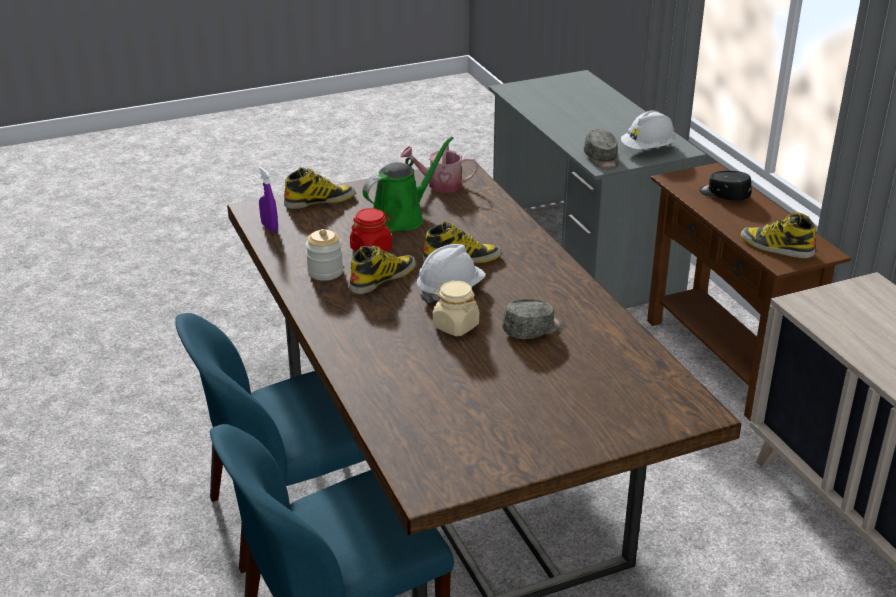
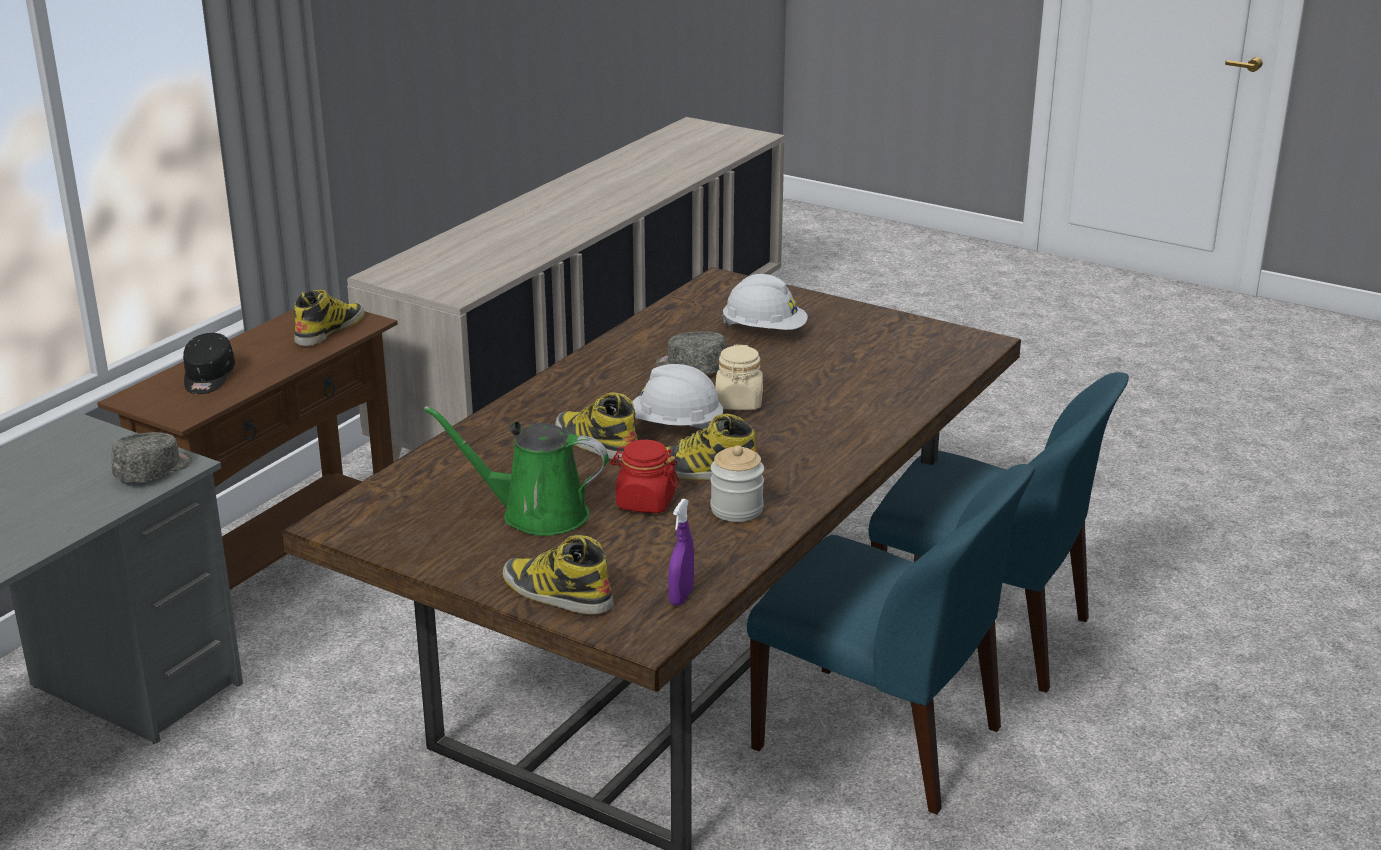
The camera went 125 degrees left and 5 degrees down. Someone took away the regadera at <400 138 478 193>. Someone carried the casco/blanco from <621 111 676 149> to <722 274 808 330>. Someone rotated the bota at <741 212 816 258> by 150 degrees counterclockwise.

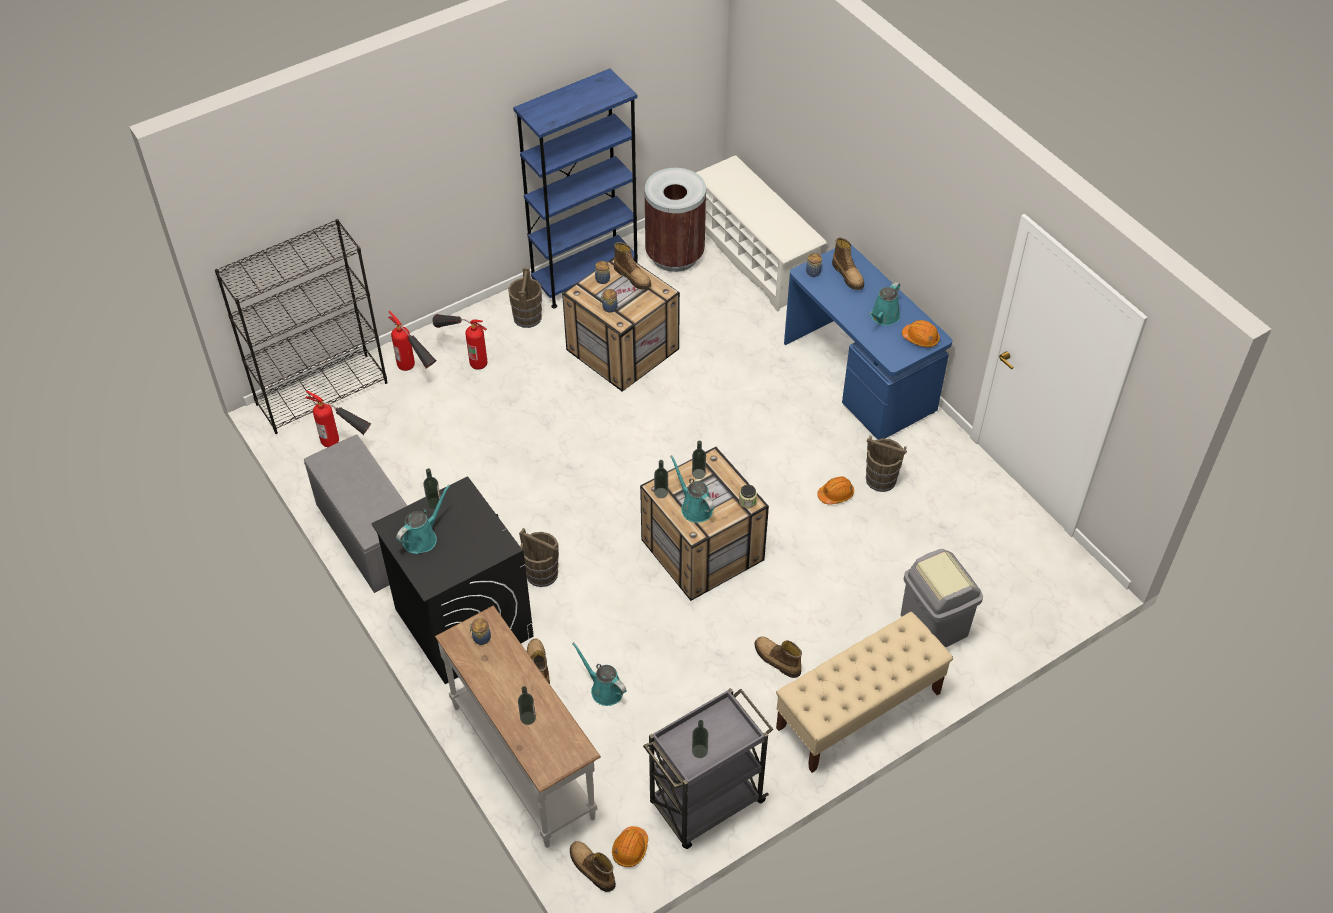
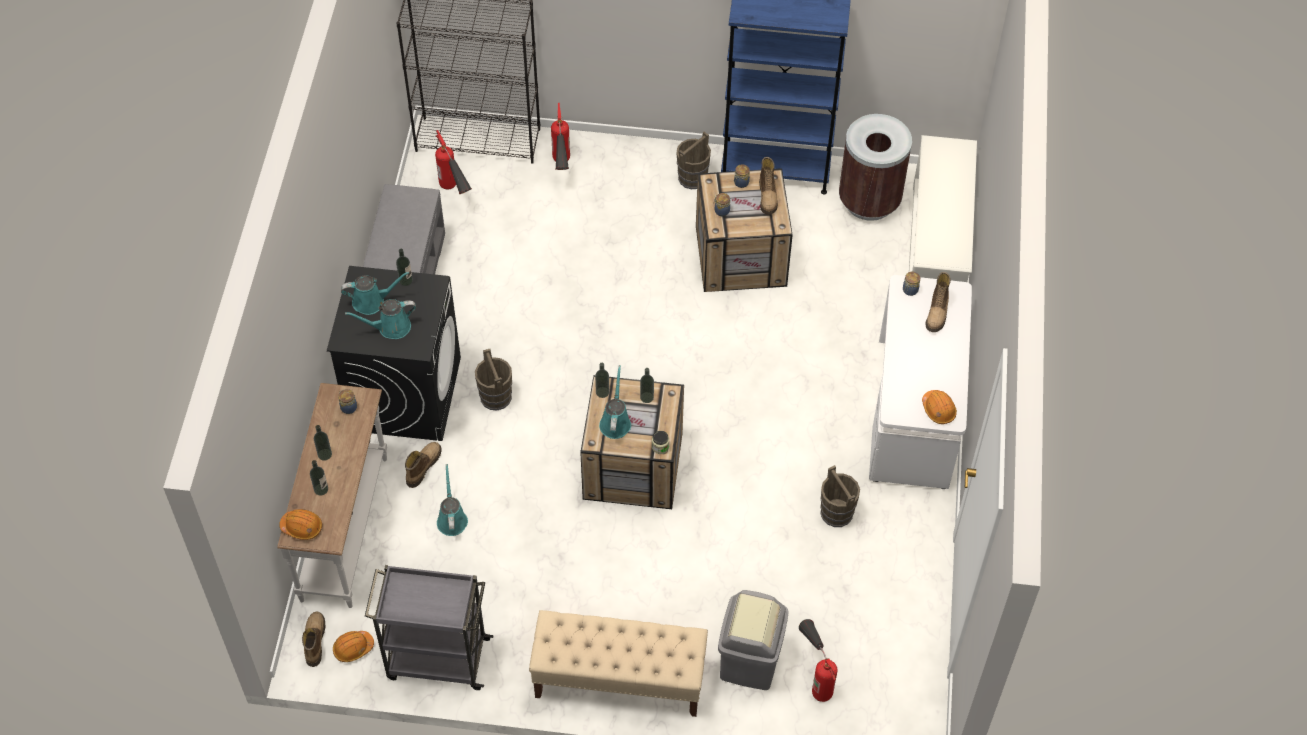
The camera went 40 degrees right and 5 degrees up. Someone carried the extintor from <432 314 487 369> to <799 619 838 702>. Someone carried the botella from <692 720 708 758> to <314 425 332 461>. Someone took away the bota at <754 636 802 678>. Someone repainted the escritorio/azul at <784 245 952 439>, which became the escritorio/blanco at <869 275 972 489>. Someone carried the casco/naranja from <817 476 854 505> to <279 509 322 540>. Someone carried the regadera/turquesa from <868 282 900 326> to <345 299 416 339>.

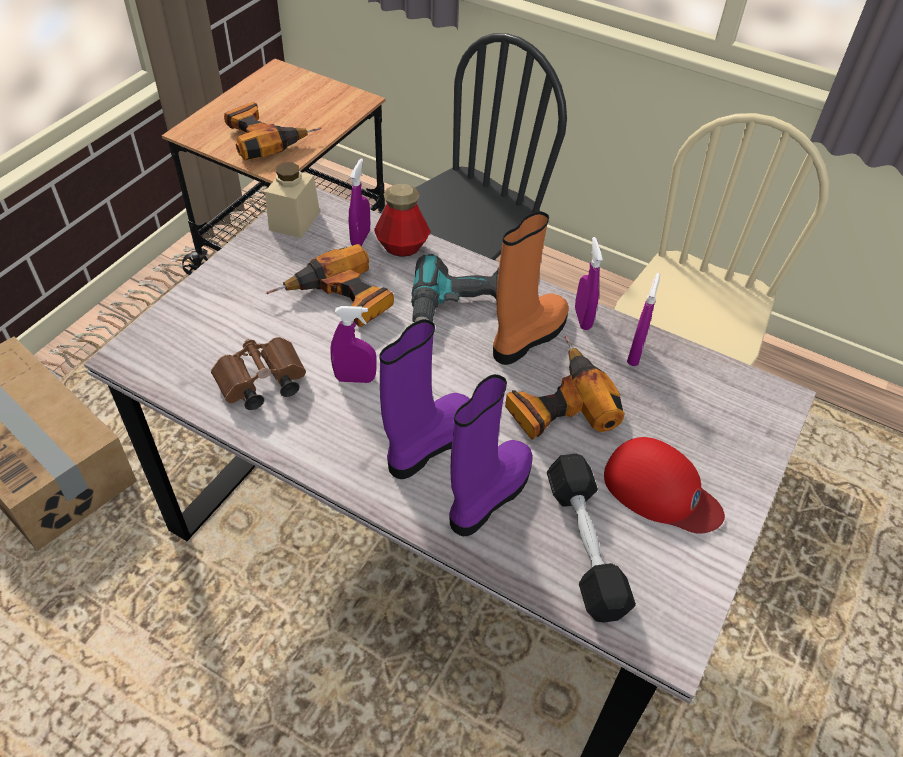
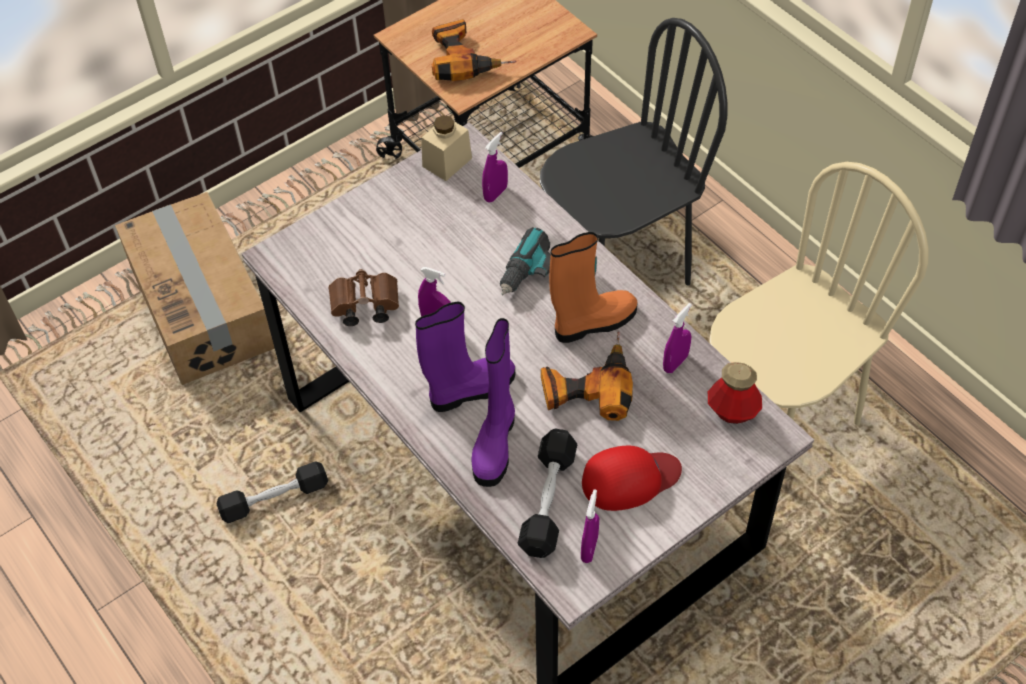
The camera went 25 degrees right and 5 degrees up. Someone took away the taladro at <266 244 394 327>. Someone carried the botella from <374 184 431 257> to <708 362 762 424>. Someone rotated the bota/morado at <449 374 533 536> by 135 degrees clockwise. Someone carried the pulverizador/morado from <575 237 603 330> to <581 489 599 563>. Someone rotated the gorra/rojo at <604 437 725 534> by 75 degrees counterclockwise. Someone put down the mancuerna/negro at <217 461 328 523>.

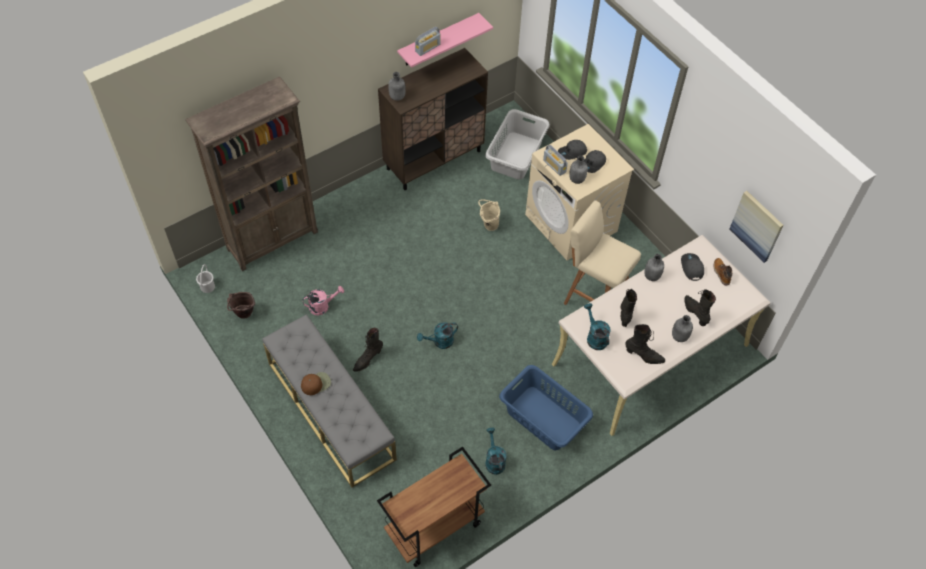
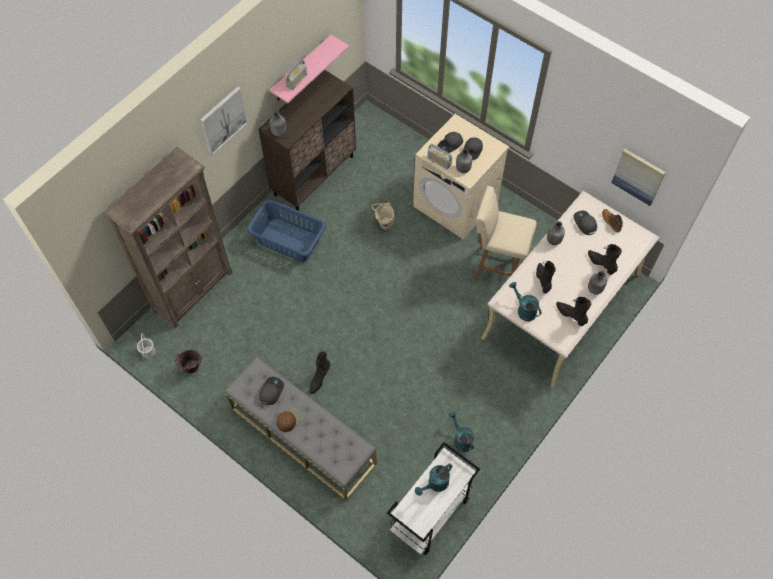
The camera went 15 degrees left and 5 degrees up. Someone took away the regadera/rosa at <302 286 344 315>. Someone repainted the carrito/marrón at <377 447 491 567>, which became the carrito/blanco at <387 442 480 555>. Someone carried the regadera/turquesa from <417 322 458 349> to <415 463 453 496>. Someone took away the cesto de la ropa/gris at <485 109 550 180>. Someone carried the cesto de la ropa/azul from <499 365 593 450> to <247 200 326 262>. Someone rotated the bota/negro at <625 324 665 364> by 135 degrees counterclockwise. Someone put up the cuadro at <200 86 248 155>. Someone put down the gorra/gris at <259 377 284 405>.

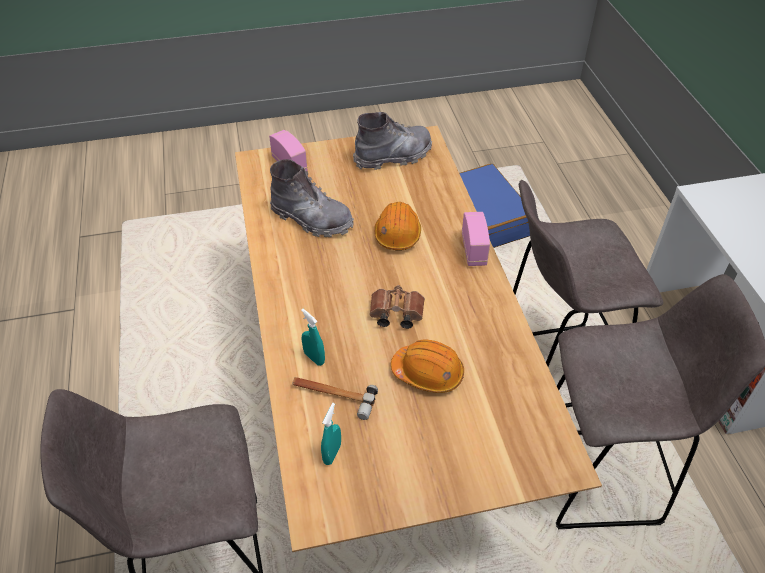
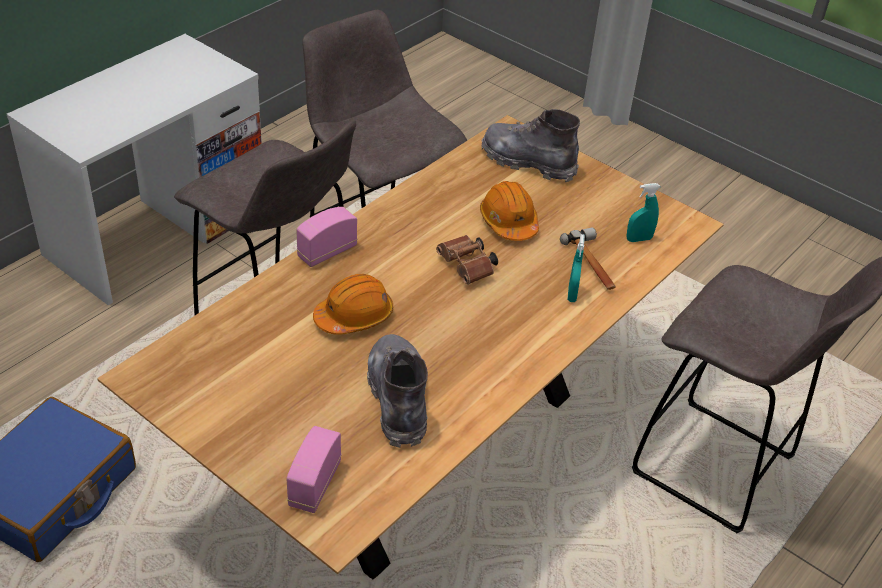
The camera went 130 degrees left and 5 degrees down. Someone carried the bota/gris from <353 112 432 170> to <481 109 580 182>.

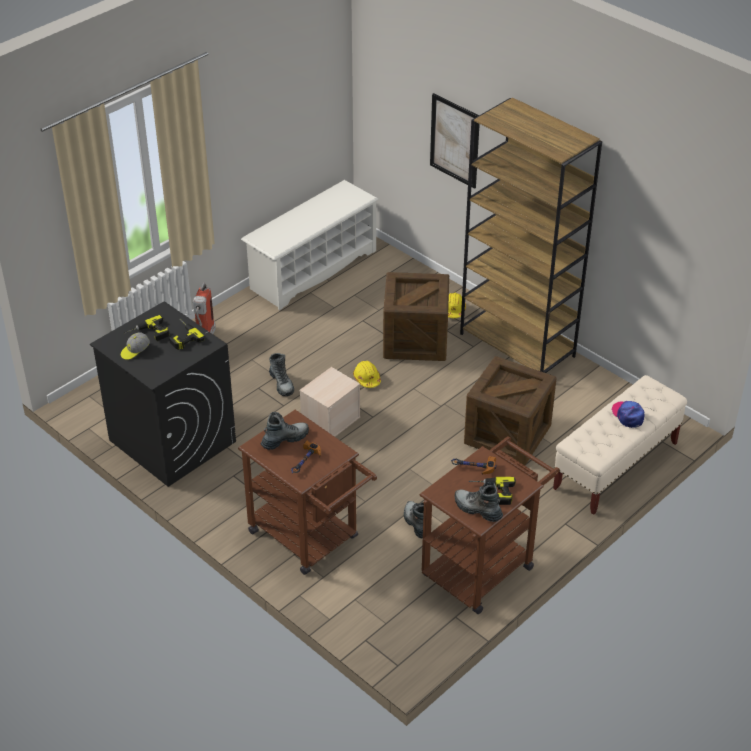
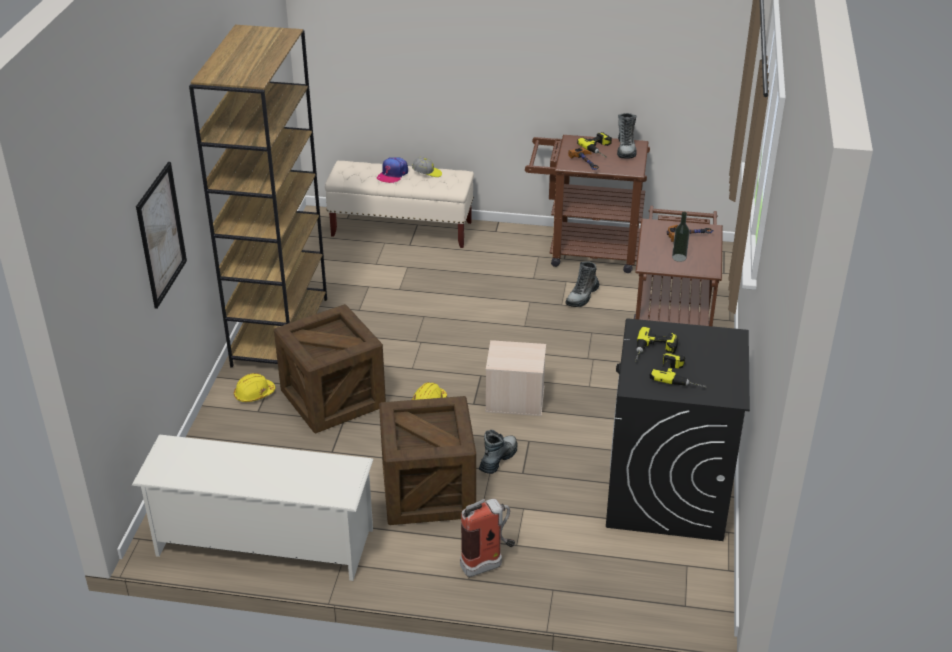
The camera went 125 degrees left and 5 degrees down. Someone carried the gorra from <121 332 150 360> to <412 157 442 177>. Someone swapped the bota at <260 412 309 450> for the botella at <672 212 690 262>. Someone carried the caja de embalaje from <464 356 557 465> to <379 396 476 525>.

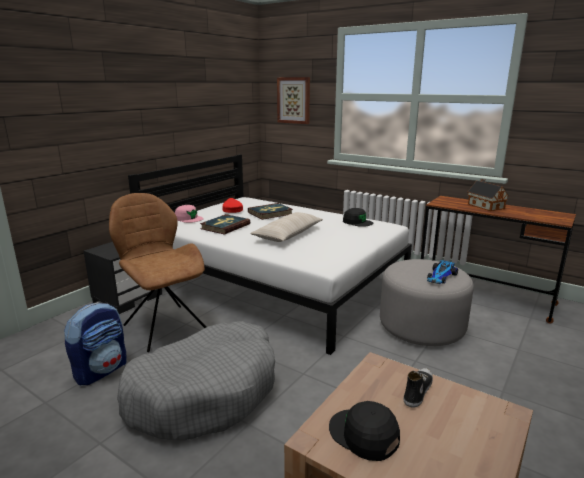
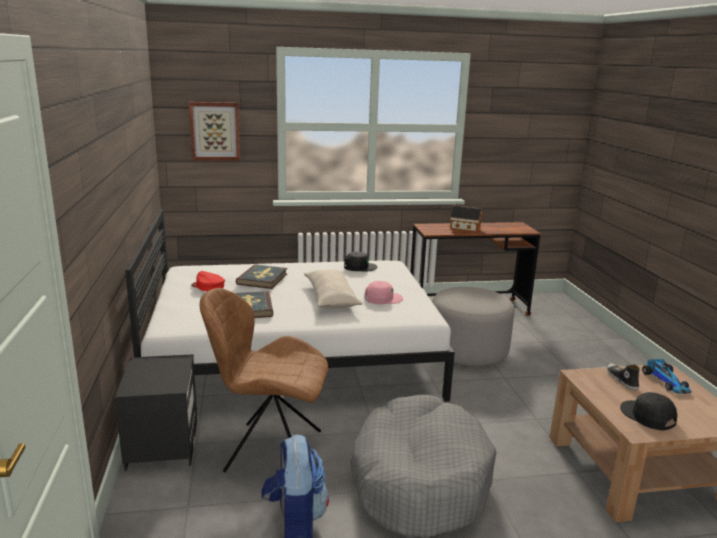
The camera went 45 degrees left and 0 degrees up. Someone carried the gorra/rosa from <175 205 204 223> to <365 281 403 304>. Someone rotated the gorra/negro at <329 401 400 461> by 60 degrees clockwise. Someone carried the coche de juguete from <427 260 458 284> to <642 359 692 394>.

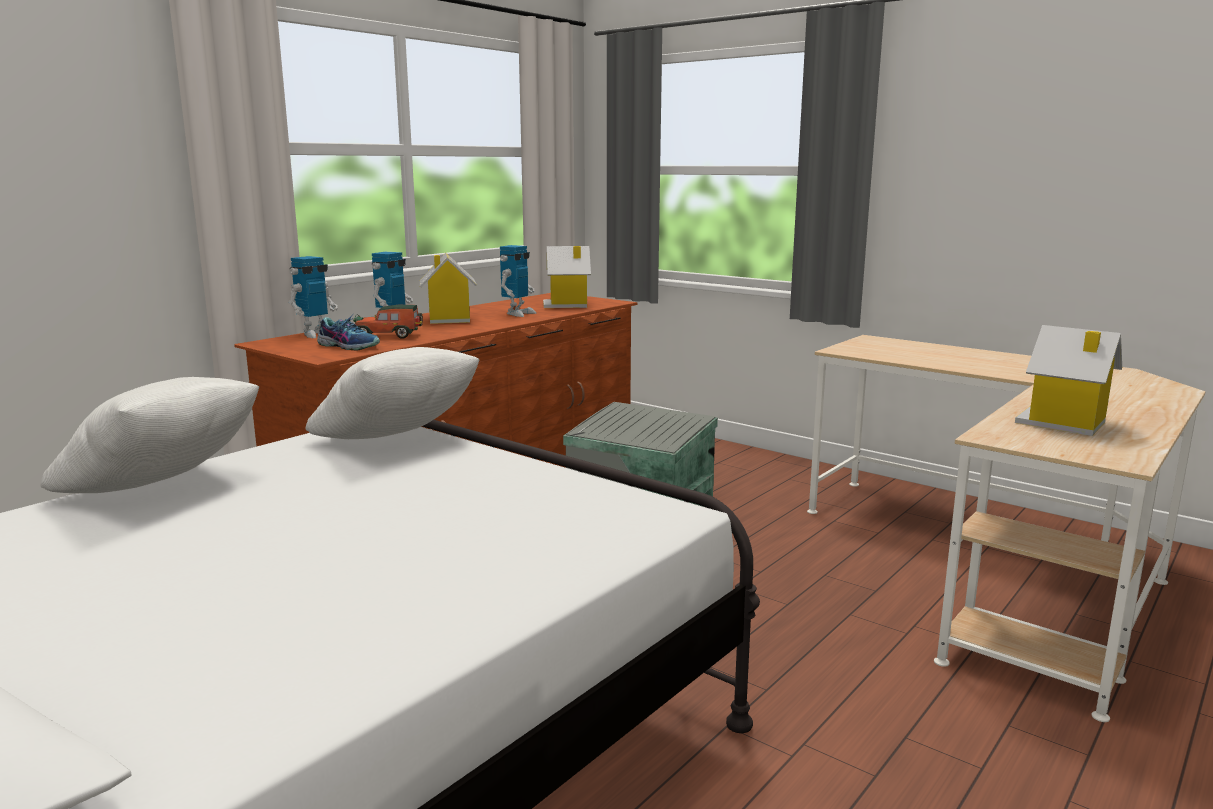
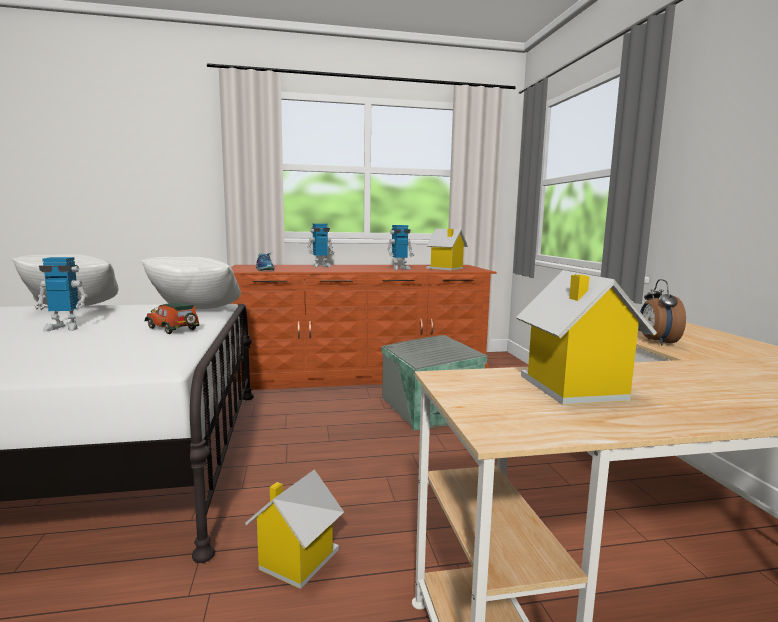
The camera went 40 degrees right and 5 degrees down. Someone carried the robot de juguete from <289 256 338 338> to <35 257 88 332>. Someone carried the coche de juguete from <353 305 423 338> to <145 303 199 334>. Someone carried the casita from <420 253 477 324> to <245 469 344 589>. Someone put down the despertador at <640 279 686 345>.

